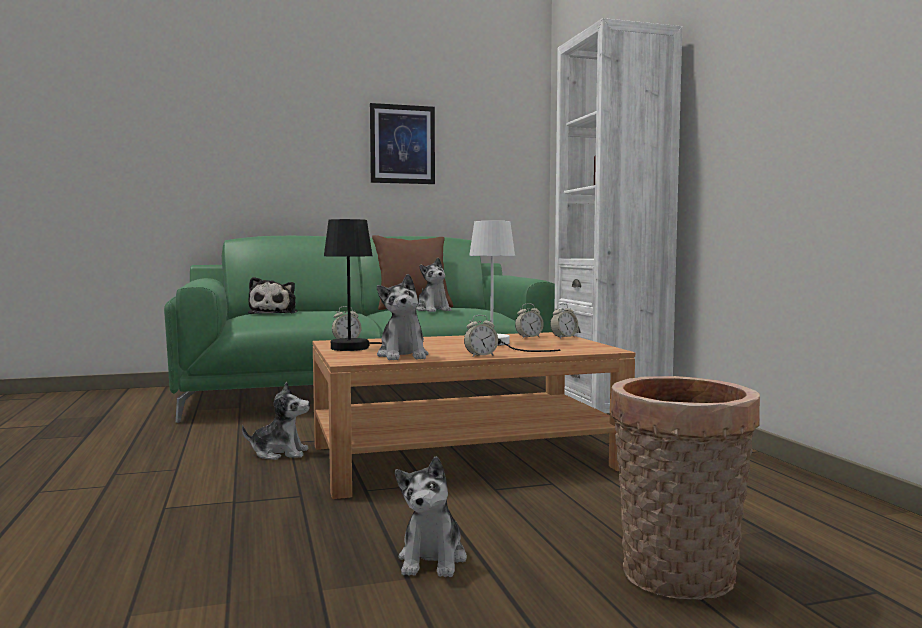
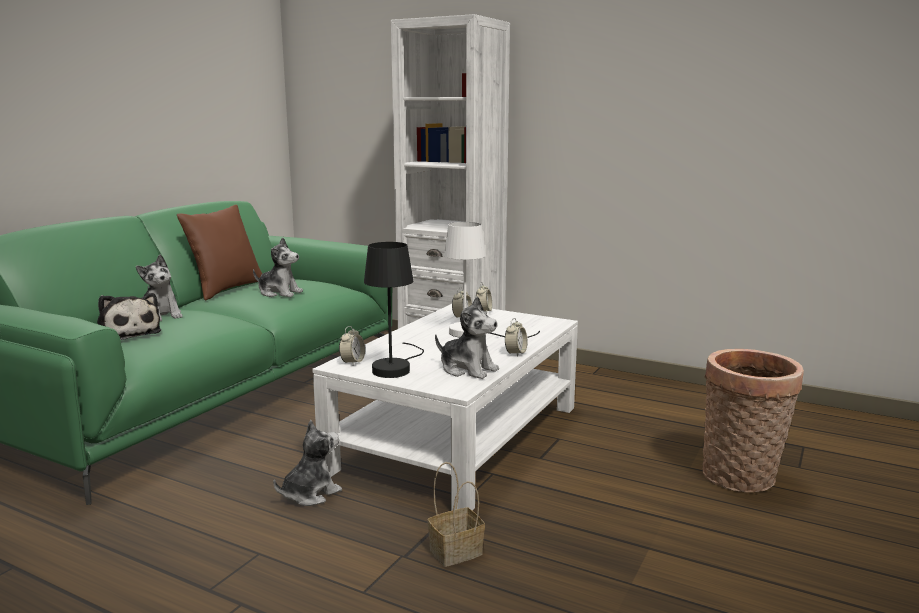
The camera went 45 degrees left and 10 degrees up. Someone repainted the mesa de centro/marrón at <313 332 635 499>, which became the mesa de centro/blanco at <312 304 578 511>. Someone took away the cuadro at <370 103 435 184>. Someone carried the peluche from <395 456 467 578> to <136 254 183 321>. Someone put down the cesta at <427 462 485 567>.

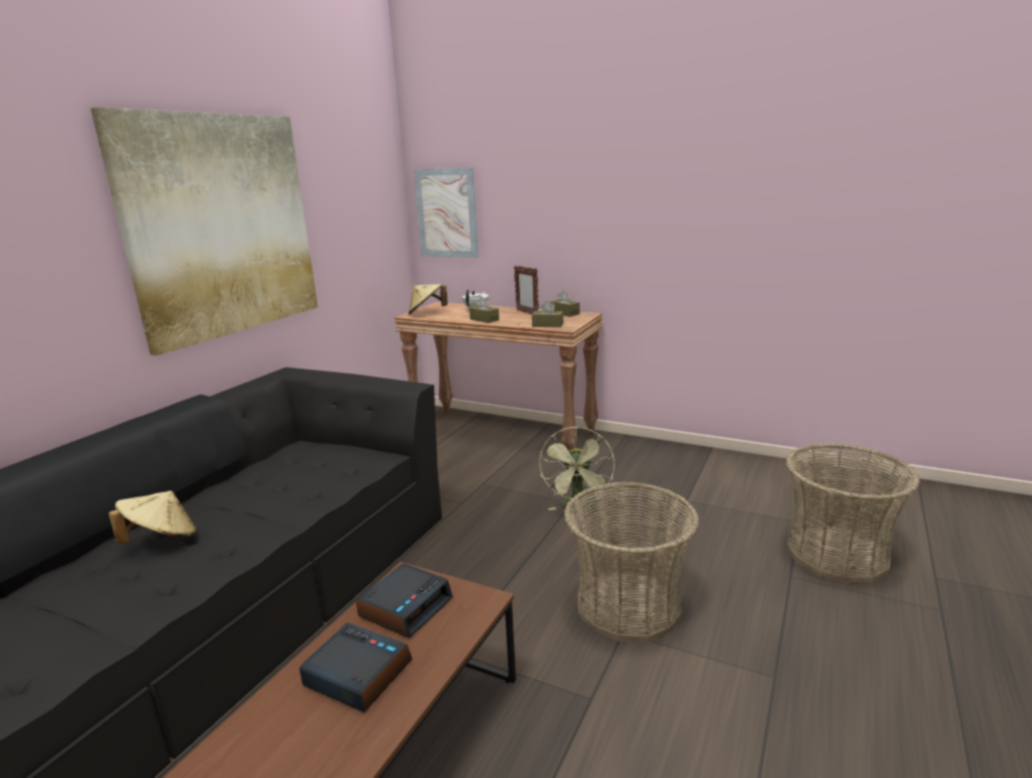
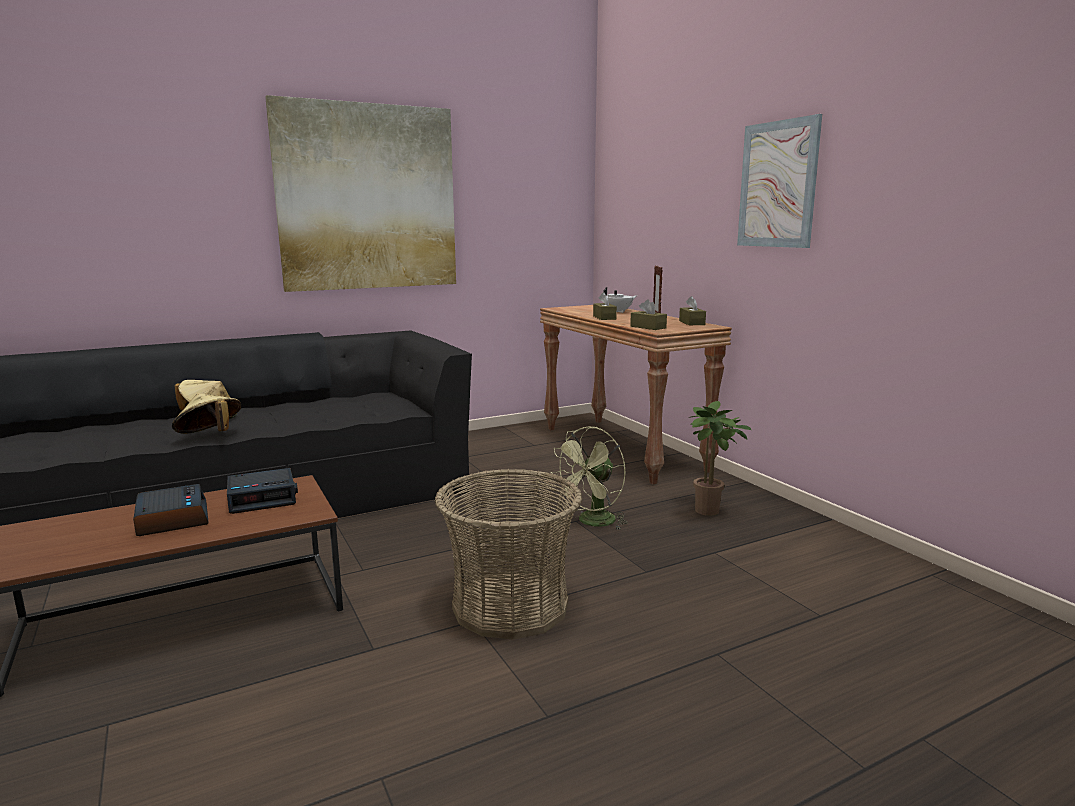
The camera went 35 degrees right and 5 degrees down. Someone carried the sombrero/beis from <408 284 448 315> to <172 393 241 434>. Someone carried the cuadro from <414 167 479 258> to <737 114 822 248>. Someone took away the cesta at <786 443 920 583>. Someone put down the planta en maceta at <689 401 751 516>.

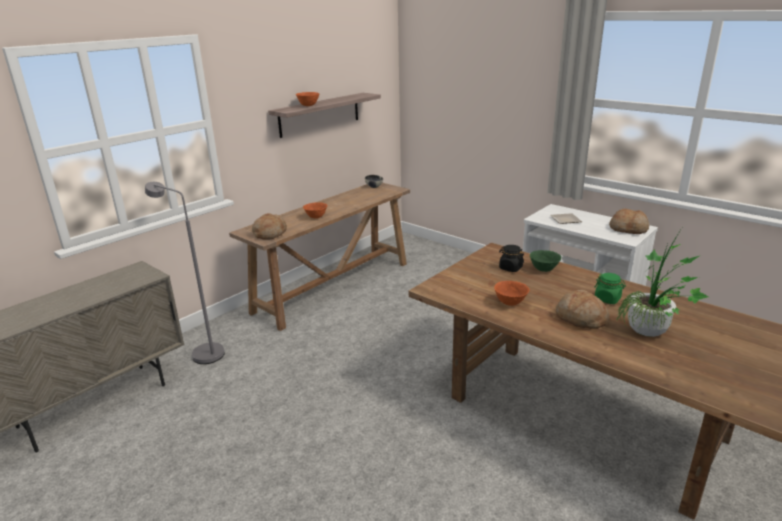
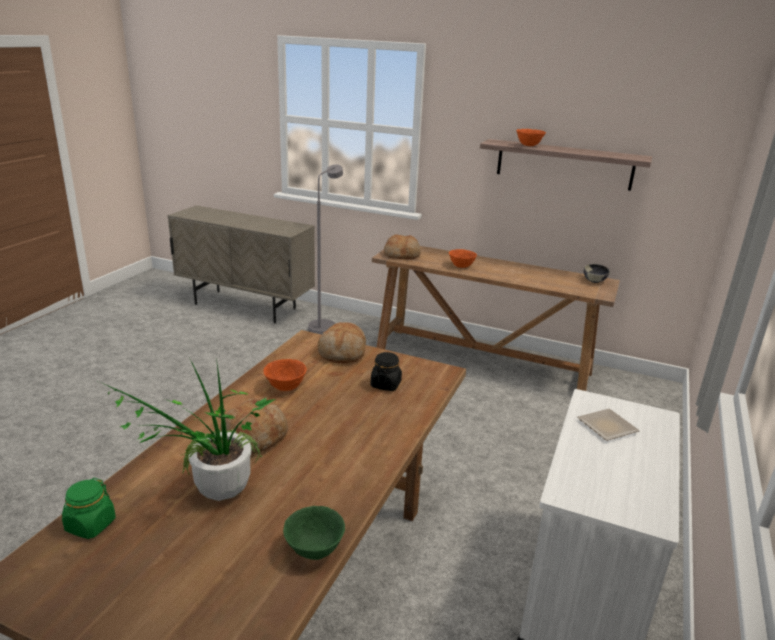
The camera went 70 degrees right and 0 degrees up. Someone carried the cuenco/verde from <530 250 562 272> to <283 506 345 560>. Someone carried the tarro/verde from <594 273 626 304> to <62 478 116 539>. Someone carried the pan from <609 208 649 234> to <318 322 366 363>.

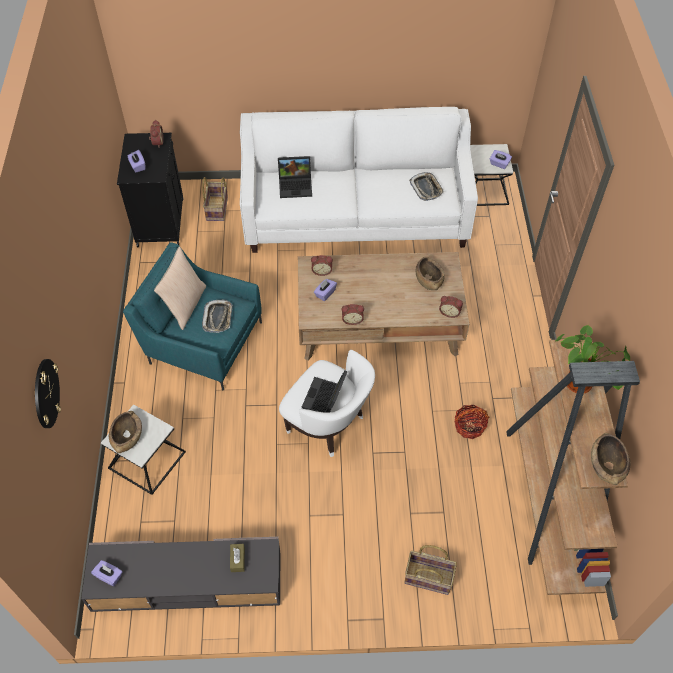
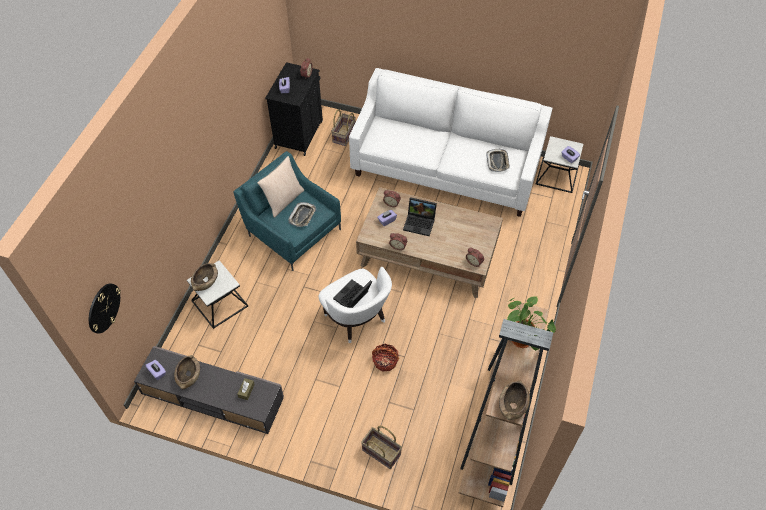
The camera went 20 degrees right and 0 degrees up. Someone carried the reloj de pared from <35 359 61 428> to <89 284 121 334>. Someone carried the portátil from <278 156 312 198> to <403 197 437 236>. Someone carried the cuenco/marrón from <416 257 445 290> to <174 355 200 389>. Someone carried the cesta from <454 405 489 439> to <372 344 399 372>.

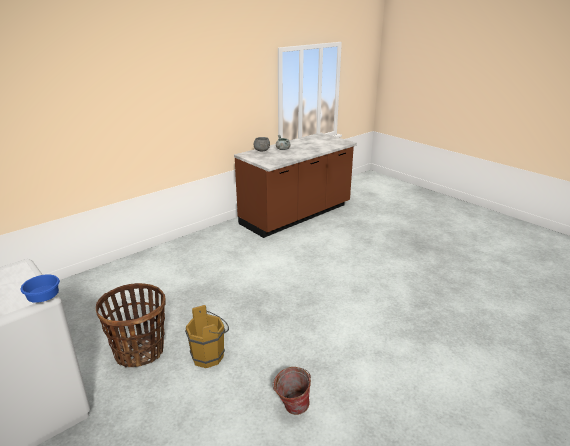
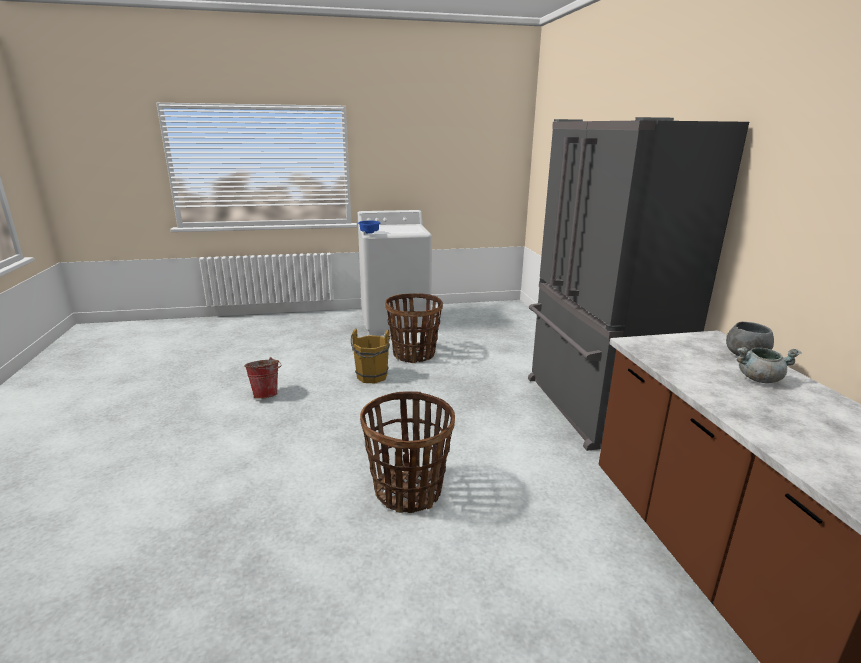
The camera went 120 degrees right and 5 degrees down. Someone put down the cesta at <360 391 455 513>. Someone put down the nevera/gris at <528 117 749 451>.

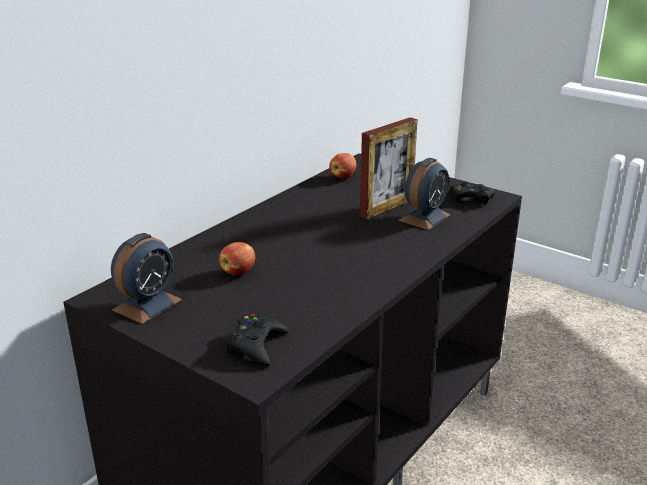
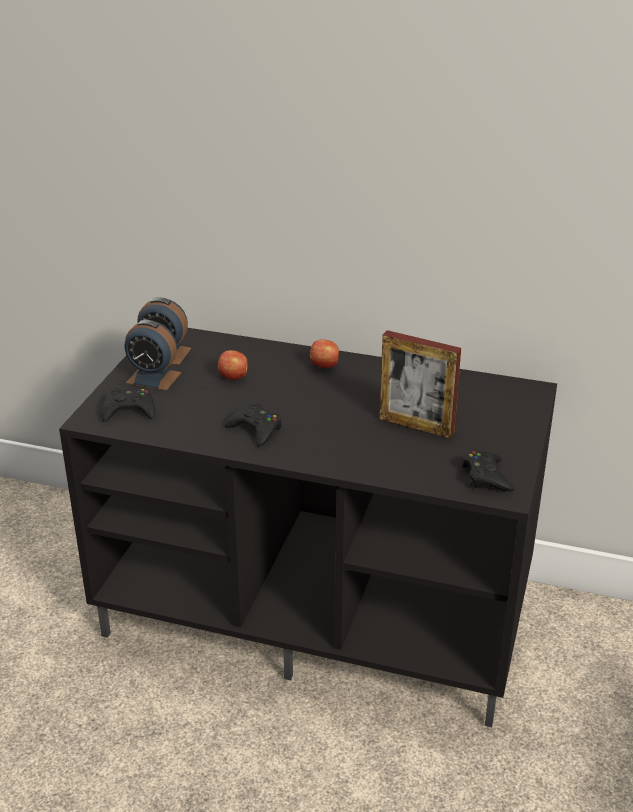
The camera went 70 degrees right and 5 degrees up. Someone carried the manzana from <329 153 356 178> to <310 339 339 368>. Someone carried the despertador from <398 158 451 230> to <125 320 181 391>. Someone put down the mando de consola/negro at <224 402 282 447>.

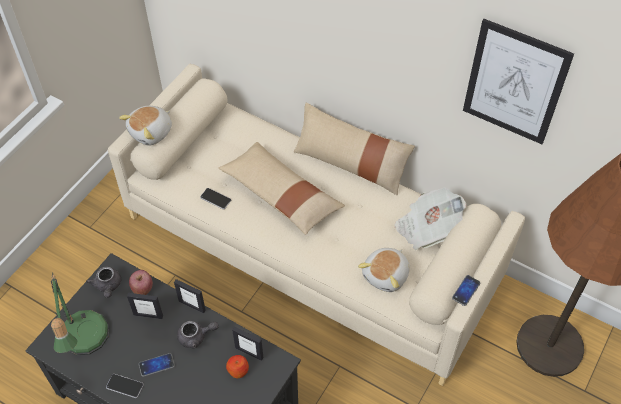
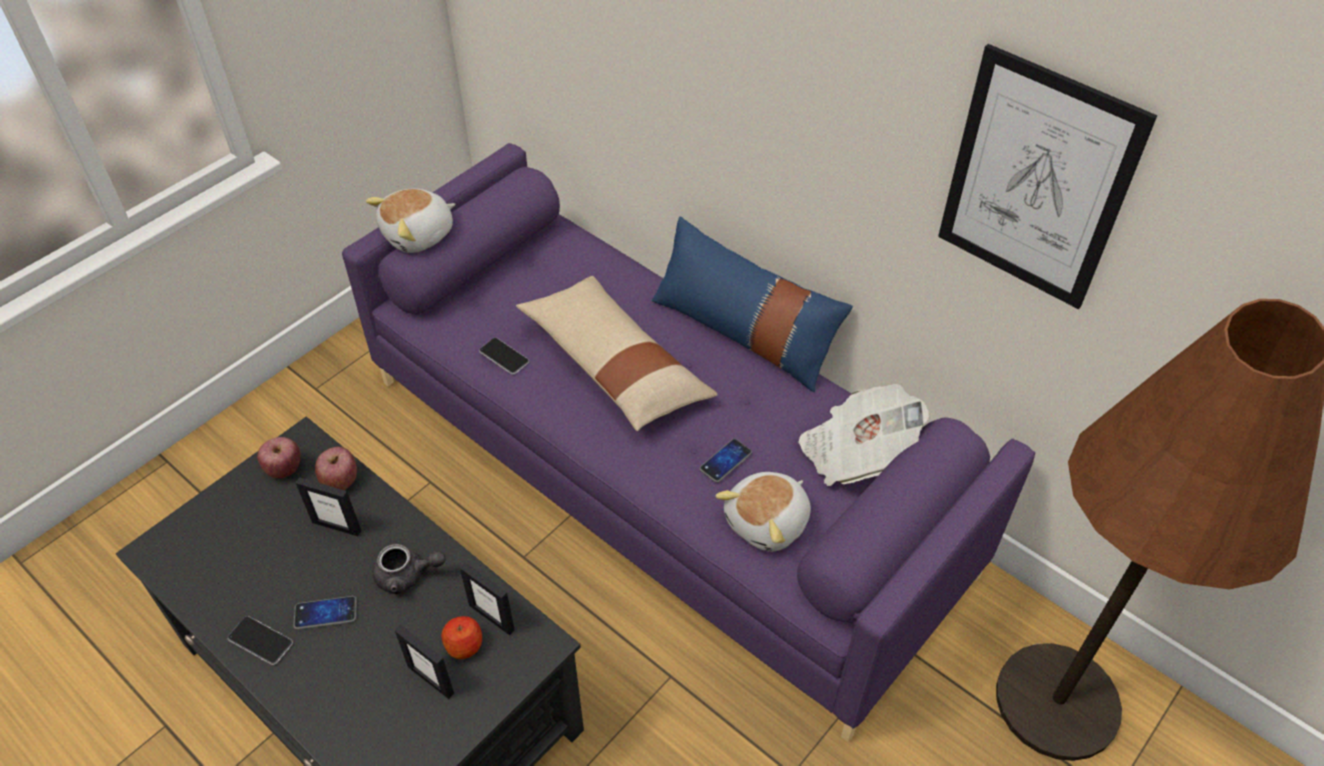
The camera went 10 degrees right and 5 degrees down. Someone took away the lámpara de mesa at <51 272 110 355>. Someone swapped the tetera/gris at <86 267 121 298> for the manzana at <257 437 300 478>. Someone repainted the sofá/beis at <108 64 525 386>, which became the sofá/morado at <342 143 1035 742>. Someone carried the portarretratos from <174 279 206 314> to <395 625 454 699>. Someone repainted the cojín/beis at <294 103 415 196>, which became the cojín/azul at <652 217 853 392>. Someone carried the móvil from <452 275 480 306> to <699 439 752 483>.

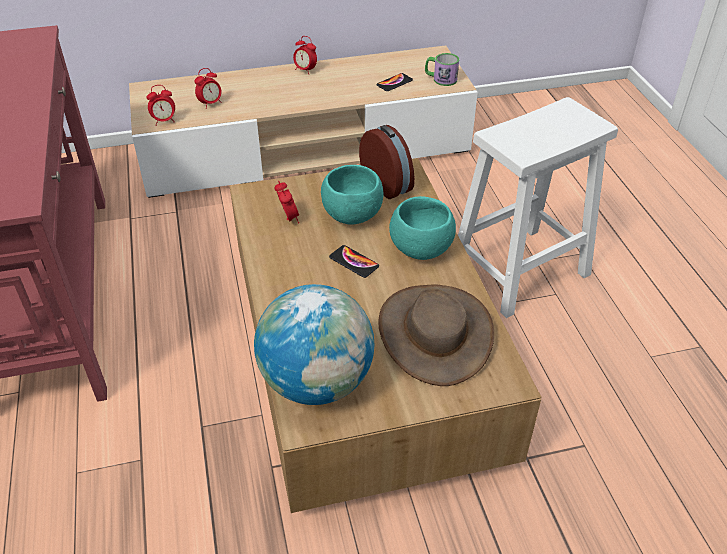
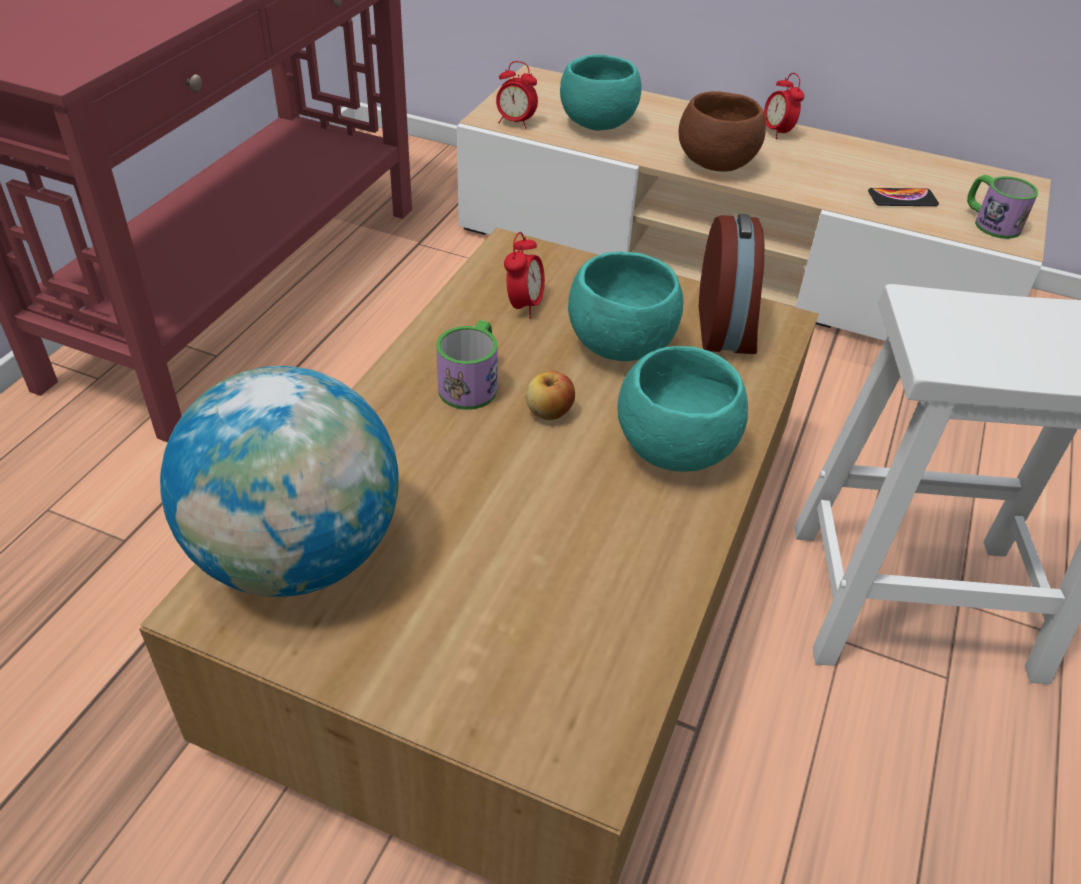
The camera went 35 degrees right and 0 degrees up. Someone swapped the despertador at <194 68 222 109> for the cuenco/turquesa at <560 54 642 130>. Someone swapped the móvil at <329 245 379 278> for the manzana at <526 371 575 420>. Someone took away the sombrero/marrón at <378 285 494 386>. Someone put down the taza grande at <436 320 498 410>. Someone put down the cuenco/marrón at <678 91 766 172>.

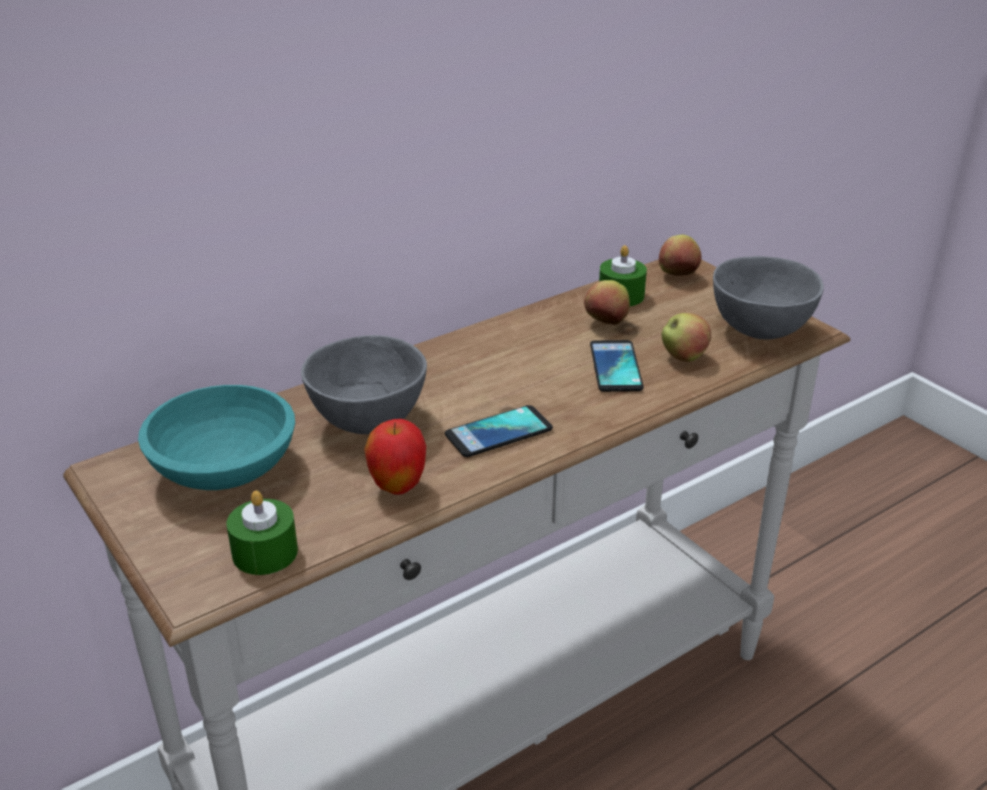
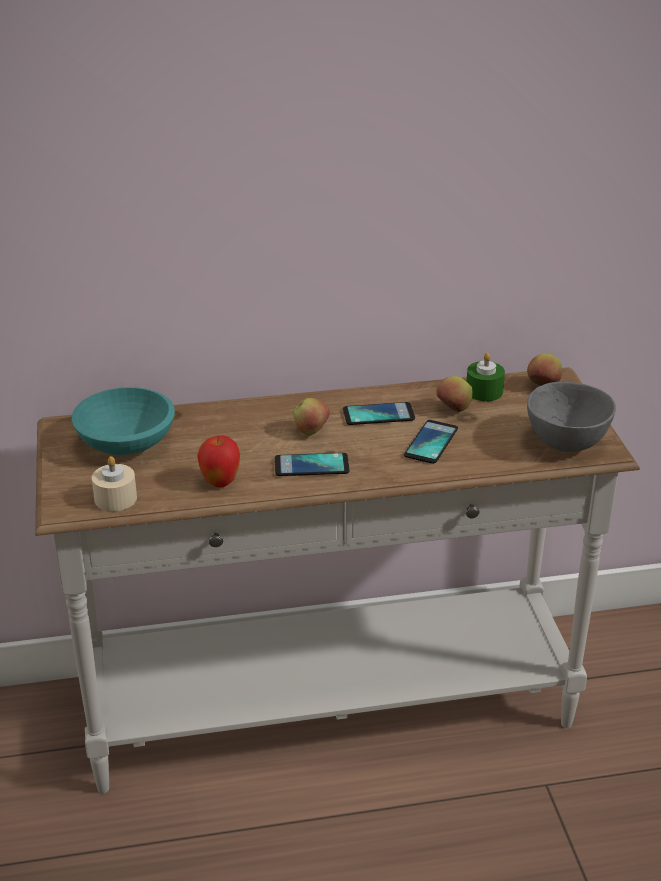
The camera went 25 degrees right and 0 degrees up. Someone repainted the vela/verde at <227 490 298 575>, which became the vela/beis at <92 456 137 511>. Someone took away the cuenco/gris at <301 335 427 434>. Someone carried the manzana from <661 313 711 362> to <294 398 330 435>. Someone put down the móvil at <343 402 415 425>.

